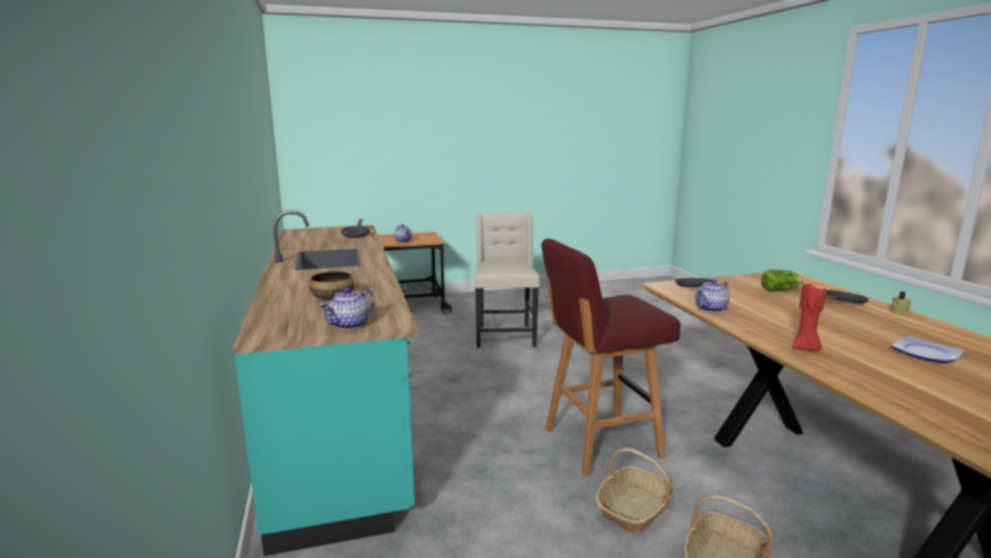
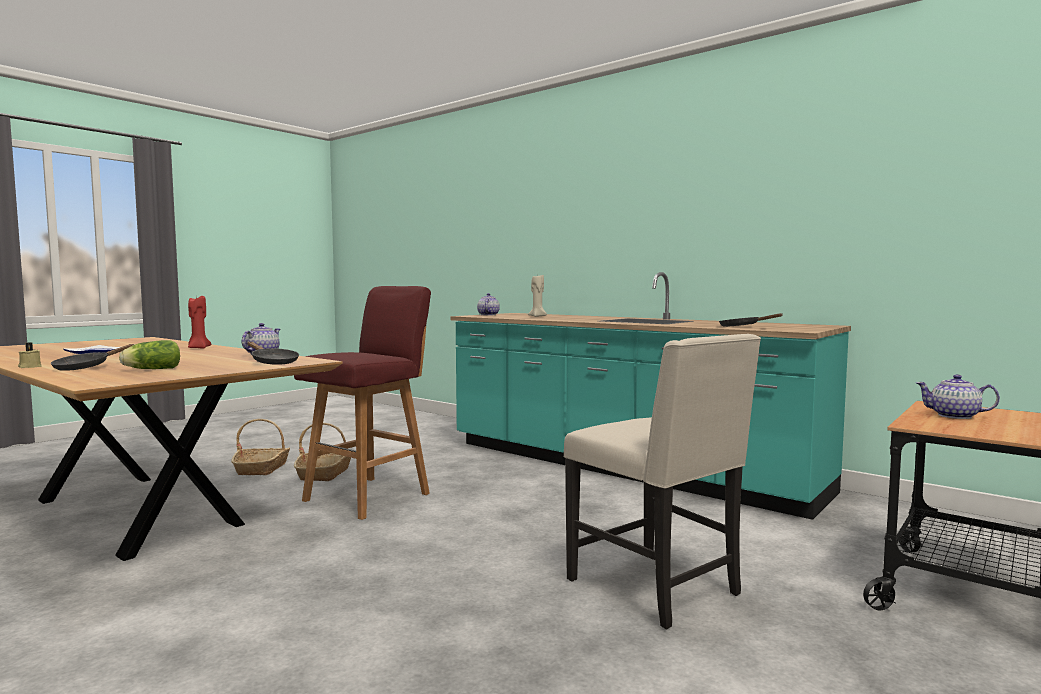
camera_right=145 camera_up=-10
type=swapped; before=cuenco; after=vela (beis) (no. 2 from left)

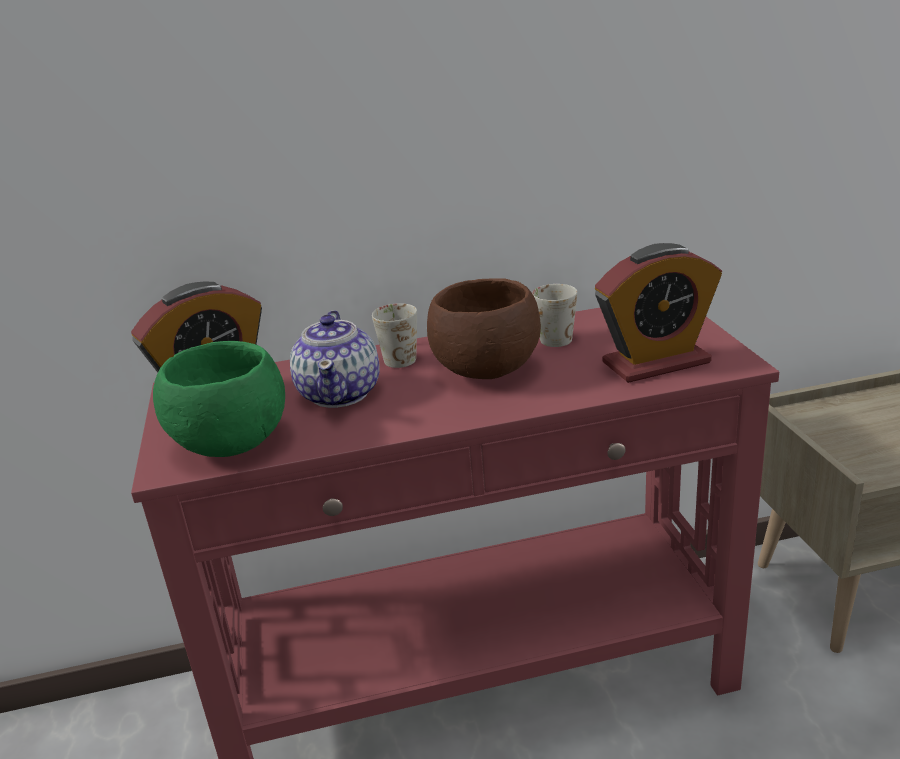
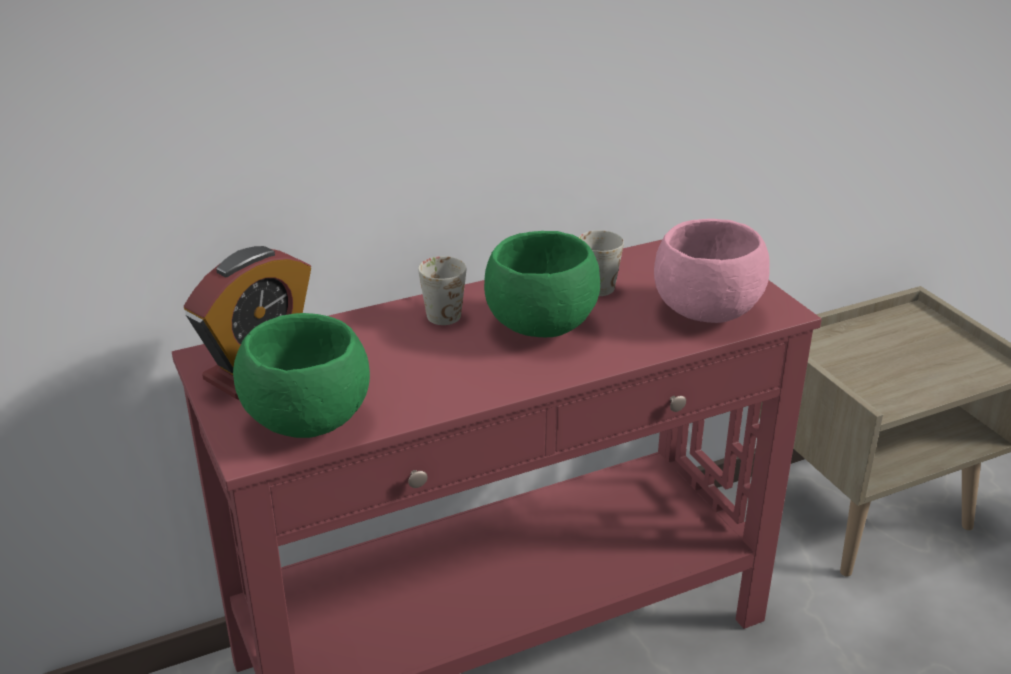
camera_right=-15 camera_up=5
type=gone; before=tetera
type=repainted; before=cuenco (marrón); after=cuenco (verde) (no. 2 from left)
type=swapped; before=despertador (no. 2 from left); after=cuenco (rosa)

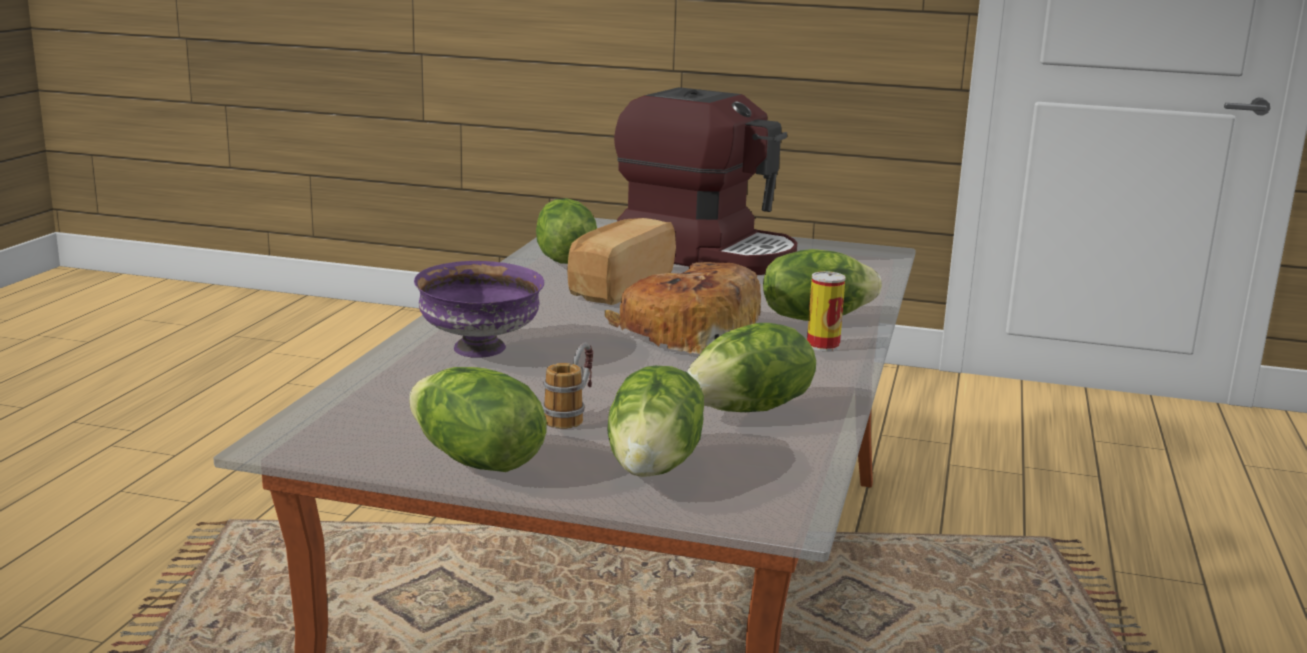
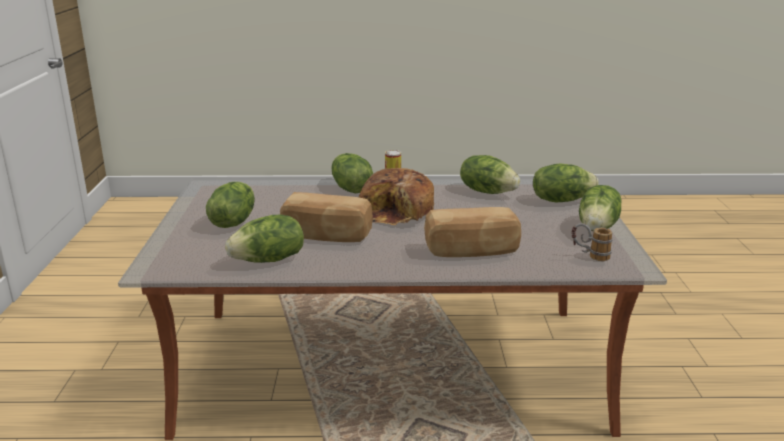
camera_right=-105 camera_up=5
type=swapped; before=cuenco (morado); after=pan (no. 3 from left)
type=shifted; before=taza grande
type=swapped; before=cafetera; after=lechuga (no. 1 from left)

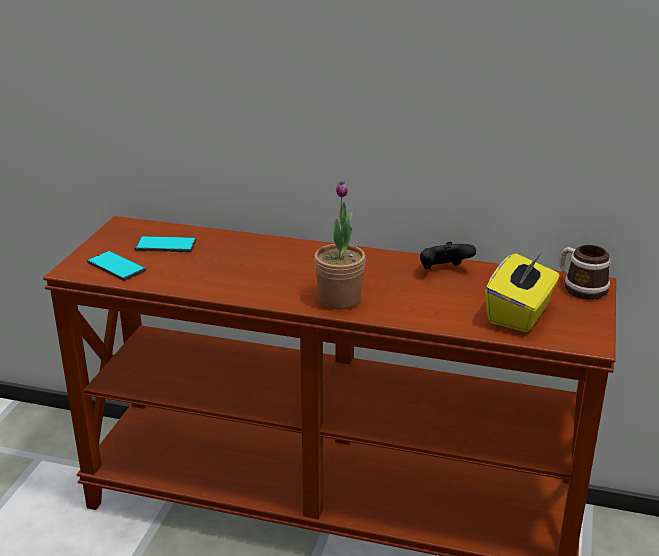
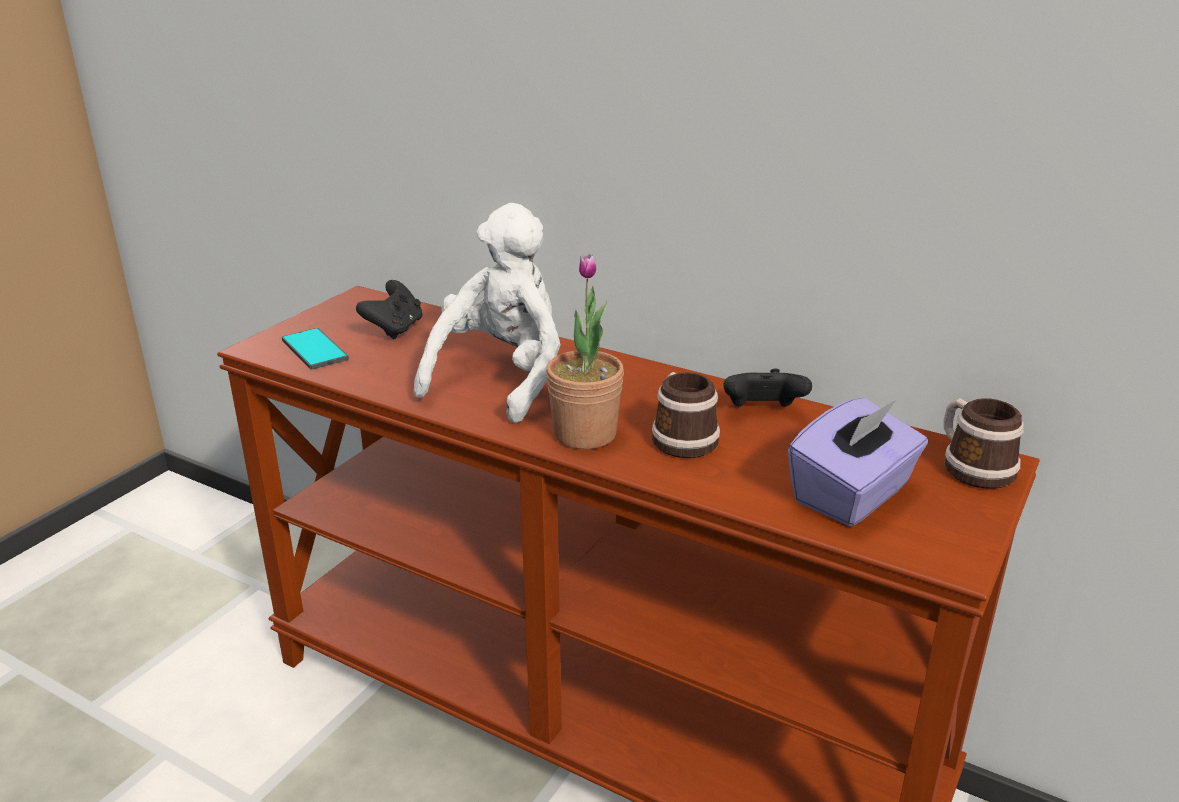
camera_right=15 camera_up=0
type=swapped; before=móvil (no. 2 from left); after=mando de consola (negro) (no. 1 from left)
type=repainted; before=caja de pañuelos (amarillo); after=caja de pañuelos (morado)
type=new; after=peluche (blanco)
type=new; after=taza grande (no. 1 from left)

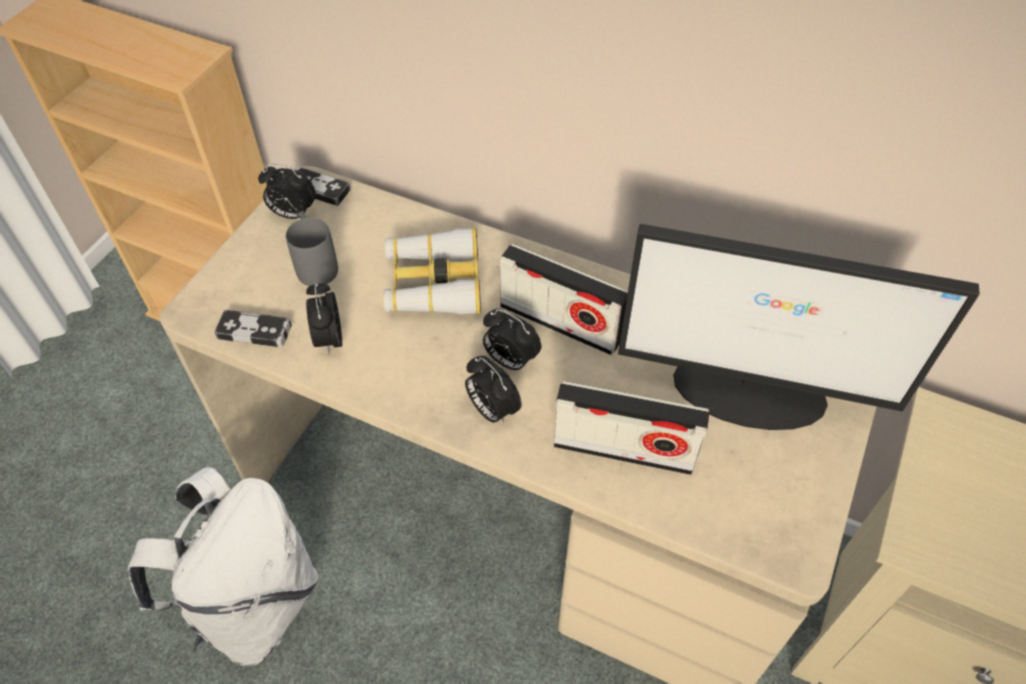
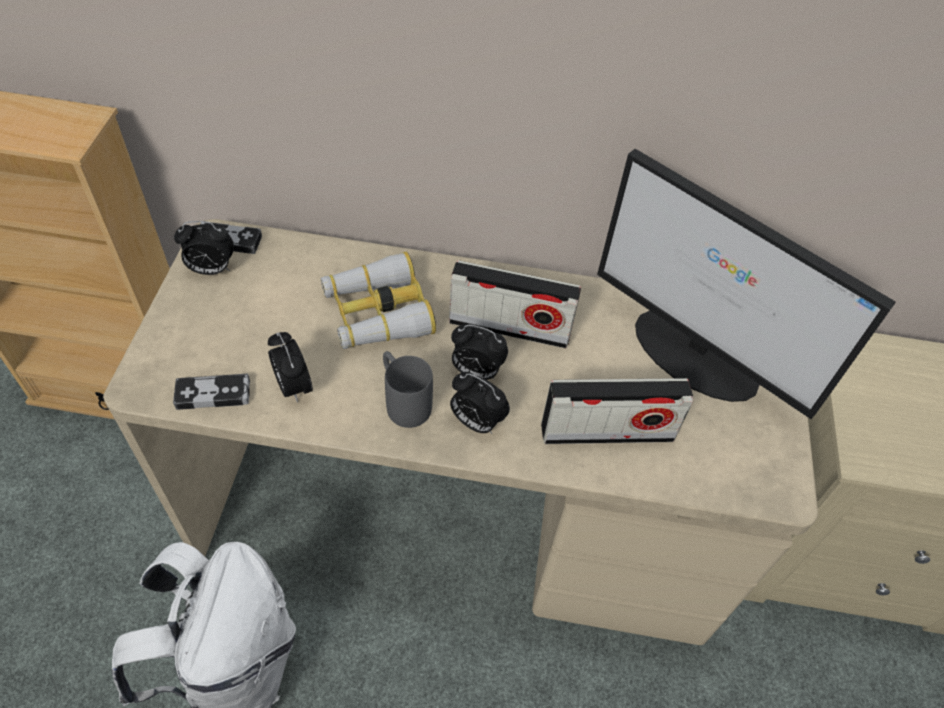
camera_right=-20 camera_up=0
type=shifted; before=taza grande (gris)
type=rotated; before=monitor; turn=45

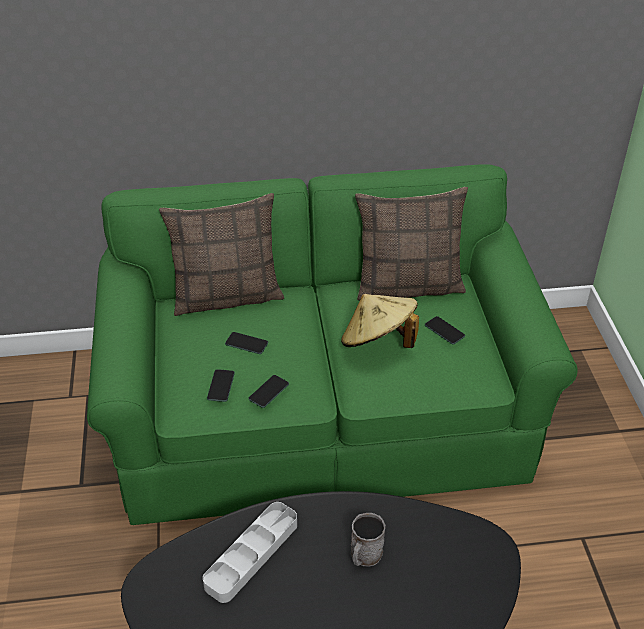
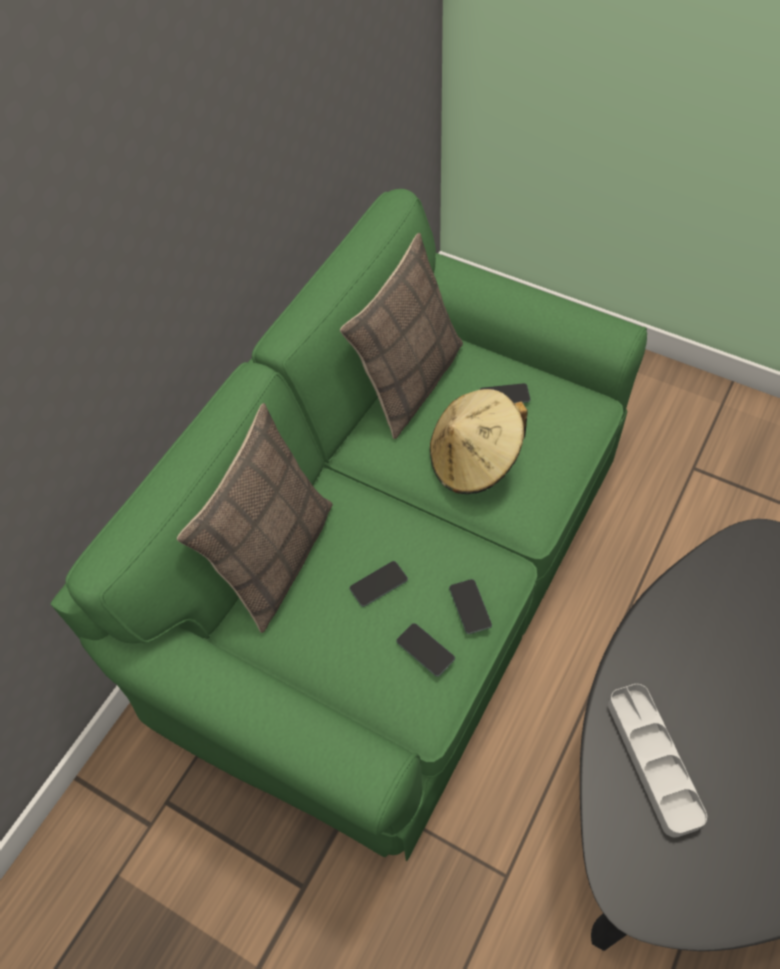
camera_right=-50 camera_up=15
type=gone; before=taza grande (gris)

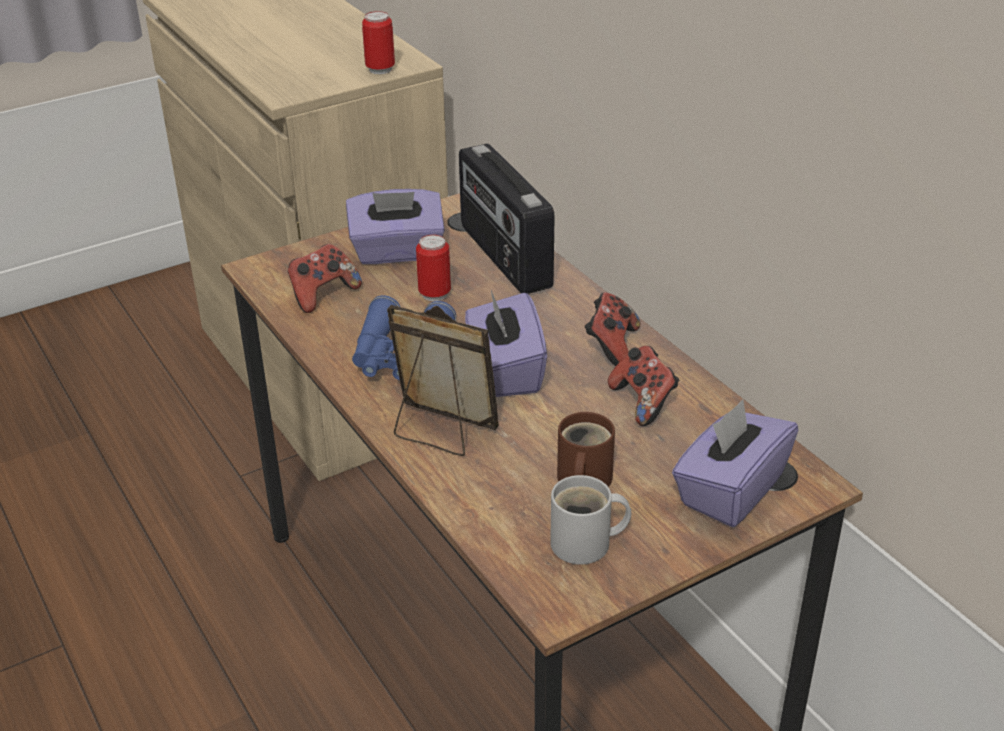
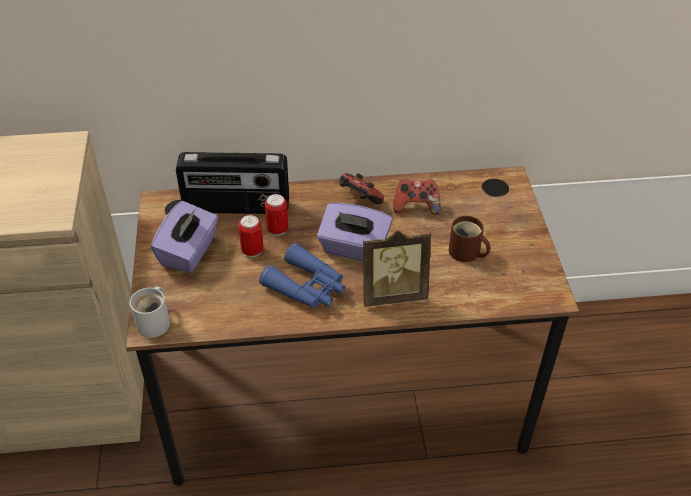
camera_right=-65 camera_up=10
type=gone; before=mando de consola (no. 1 from left)
type=shifted; before=lata (no. 1 from left in the first image); after=lata (no. 2 from left)
type=rotated; before=portarretratos; turn=-150
type=shifted; before=taza grande (blanco)
type=gone; before=caja de pañuelos (morado) (no. 3 from left)

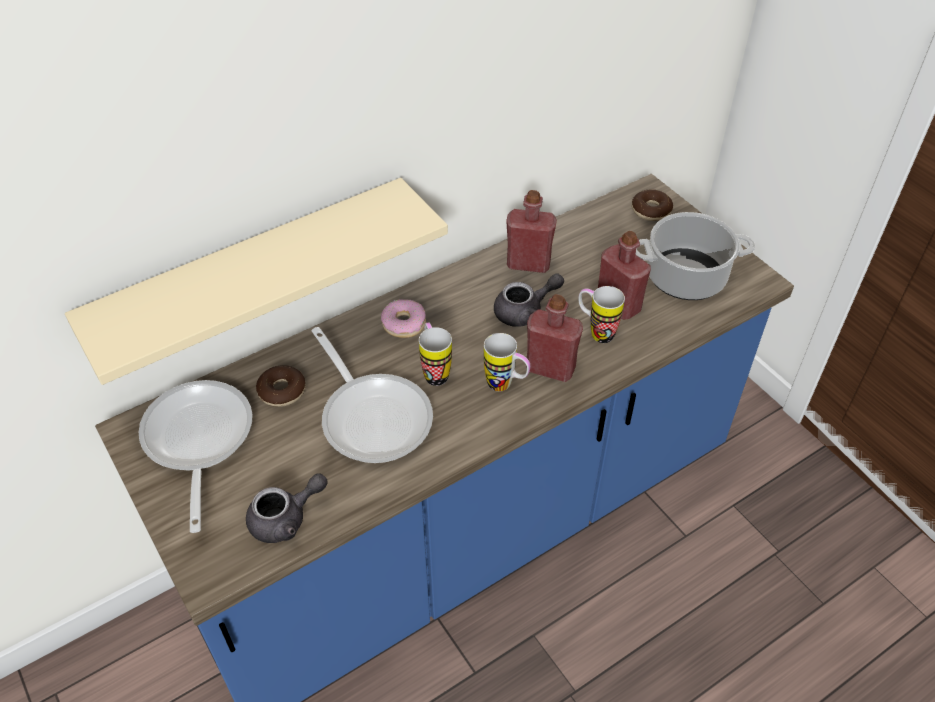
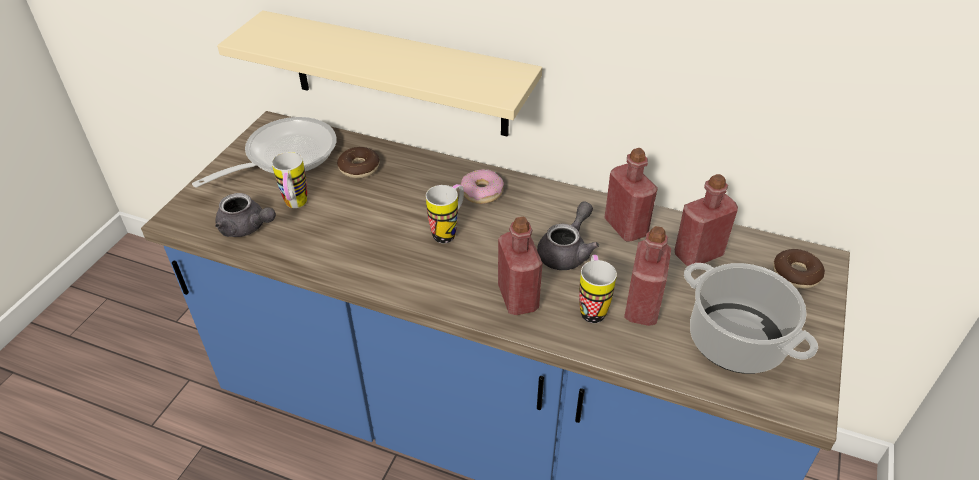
camera_right=55 camera_up=-5
type=gone; before=sartén (no. 2 from left)
type=shifted; before=taza grande (no. 2 from left in the first image); after=taza grande (no. 1 from left)
type=rotated; before=tetera (gris) (no. 2 from left); turn=-90
type=new; after=botella (rojo) (no. 4 from left)

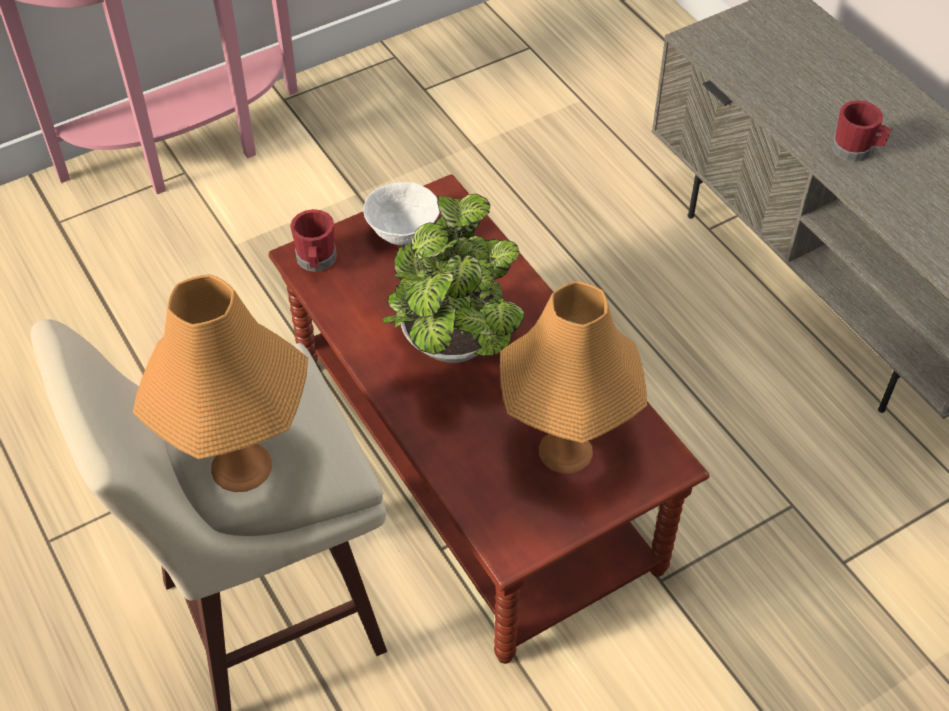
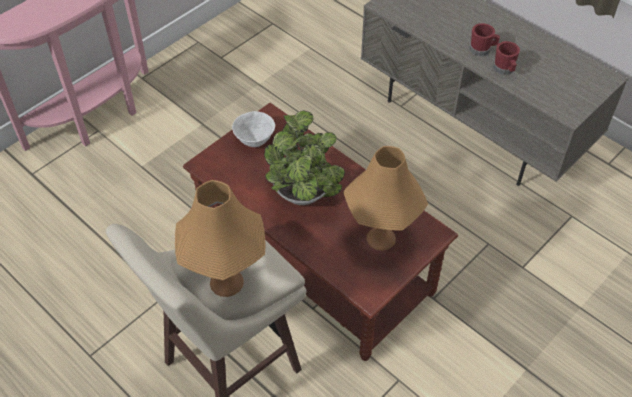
camera_right=-15 camera_up=0
type=shifted; before=taza grande (rojo) (no. 1 from left in the first image); after=taza grande (rojo) (no. 2 from left)

